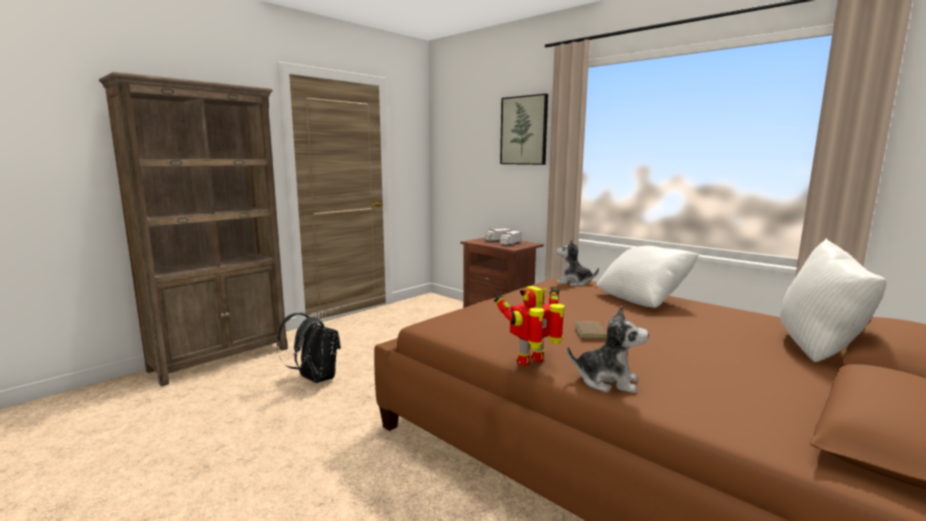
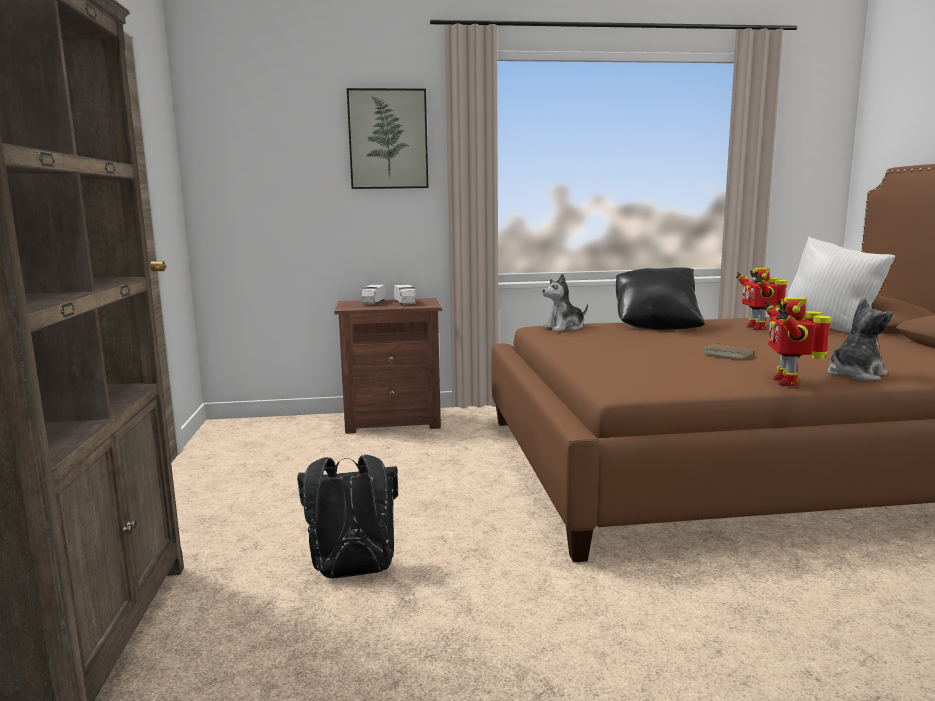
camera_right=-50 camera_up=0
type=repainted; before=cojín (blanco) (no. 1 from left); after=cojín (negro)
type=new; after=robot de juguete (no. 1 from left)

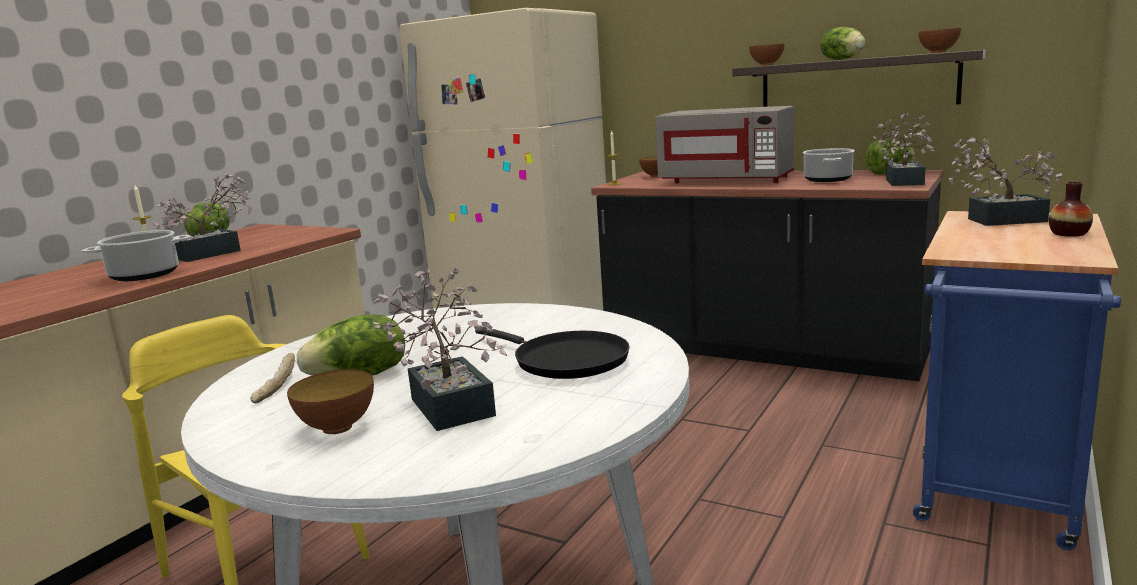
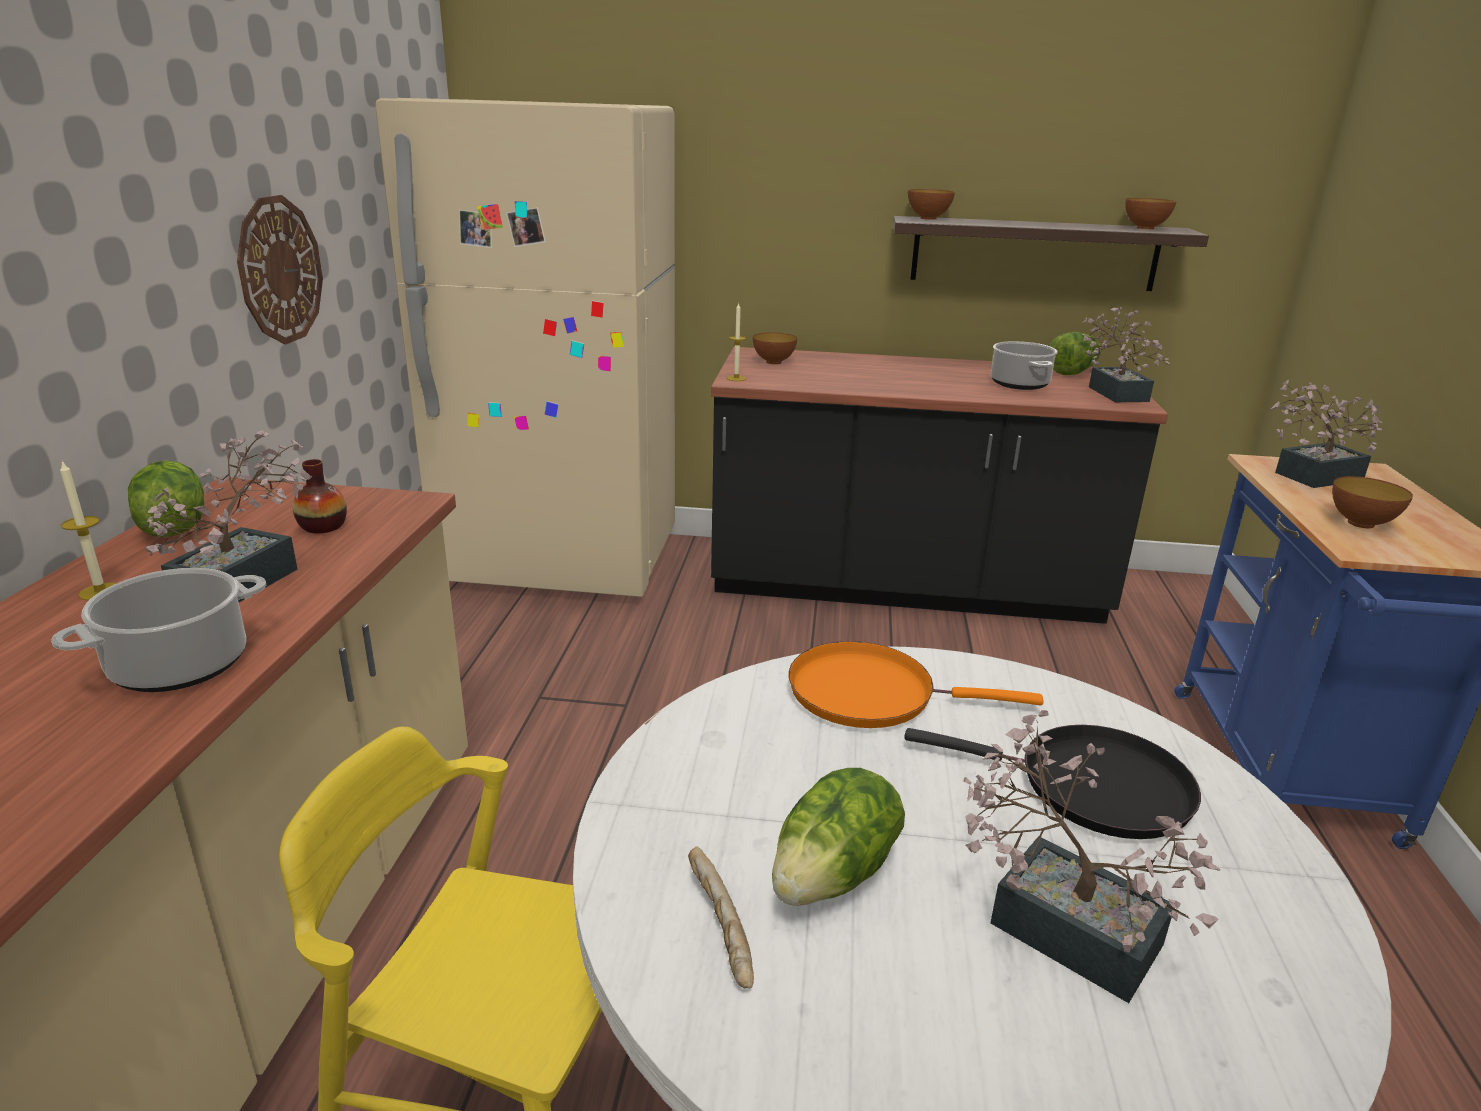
camera_right=-25 camera_up=10
type=shifted; before=cuenco (no. 1 from left in the first image); after=cuenco (no. 4 from left)
type=gone; before=microondas (gris)
type=gone; before=lechuga (no. 3 from left)
type=shifted; before=florero
type=new; after=reloj de pared
type=new; after=sartén (naranja)

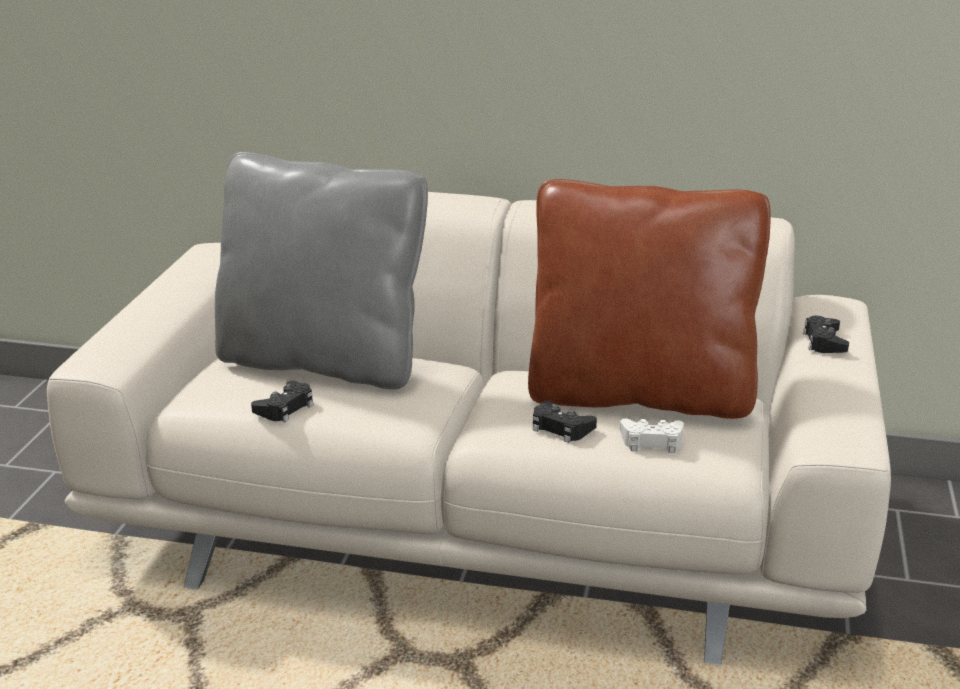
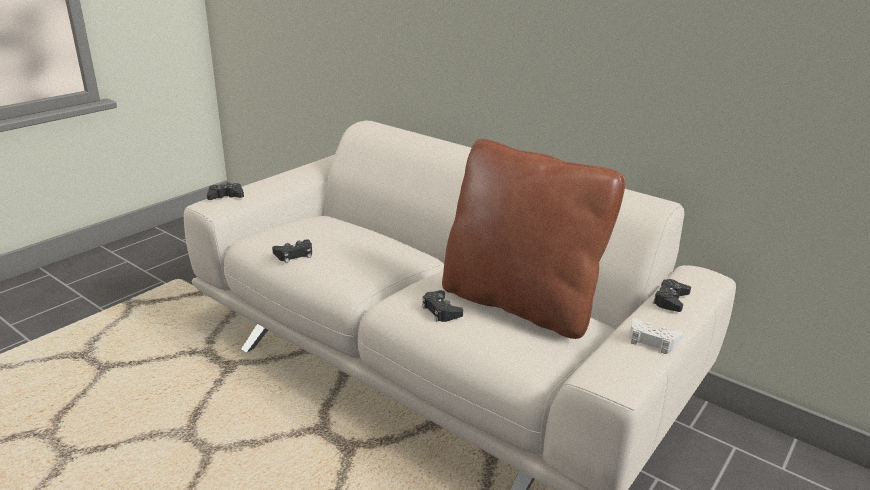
camera_right=25 camera_up=0
type=gone; before=cojín (gris)
type=shifted; before=mando de consola (blanco)
type=new; after=mando de consola (negro) (no. 1 from left)

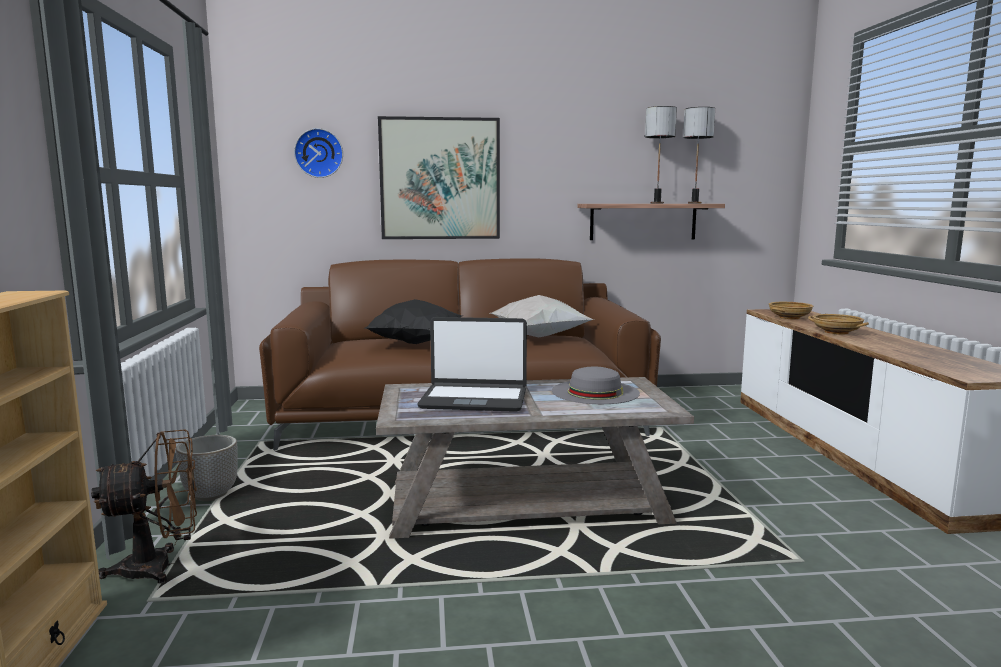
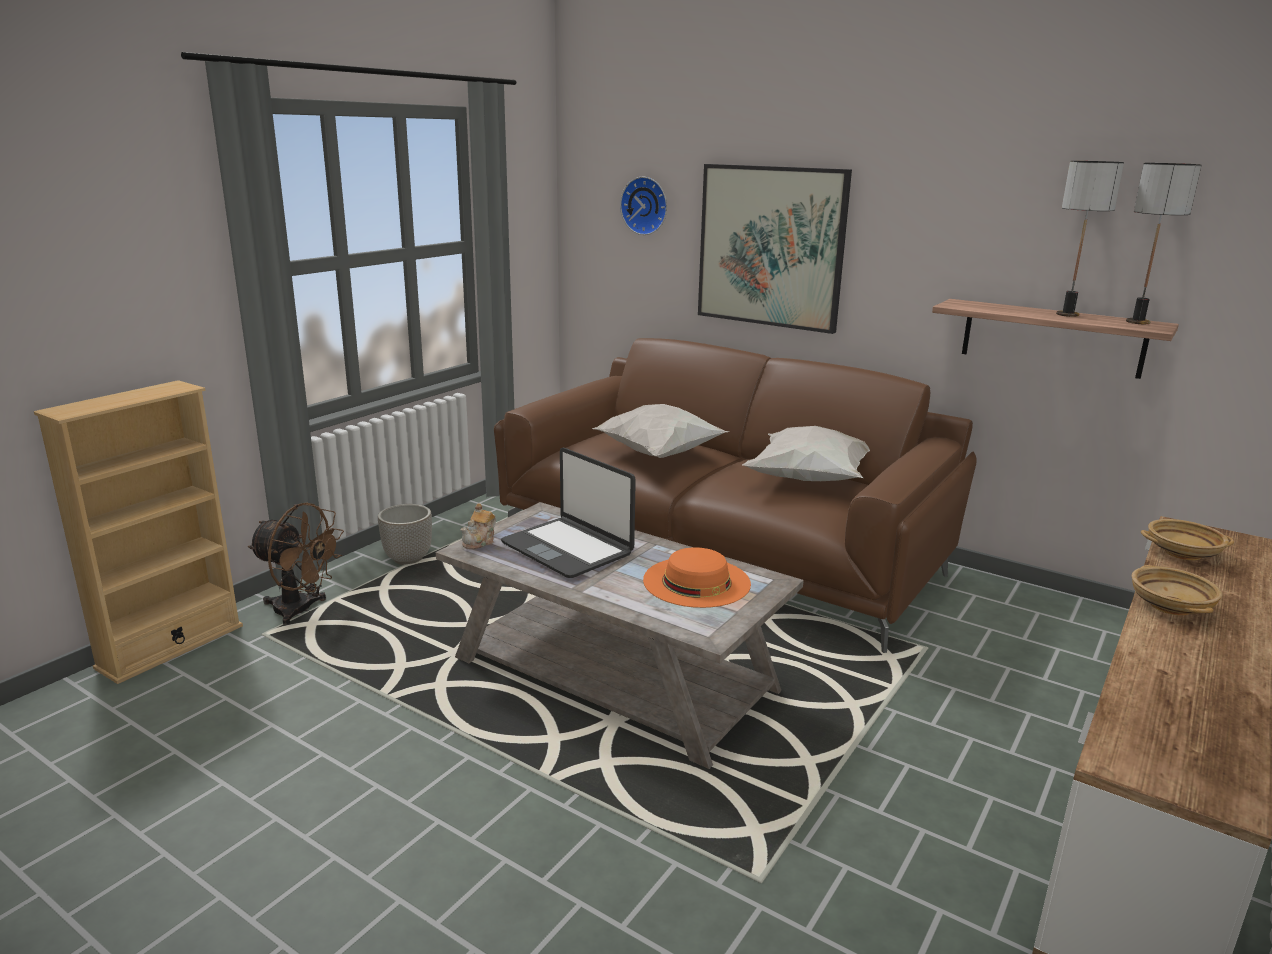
camera_right=40 camera_up=10
type=repainted; before=cojín (negro); after=cojín (blanco) (no. 1 from left)
type=repainted; before=sombrero (gris); after=sombrero (naranja)
type=new; after=tetera

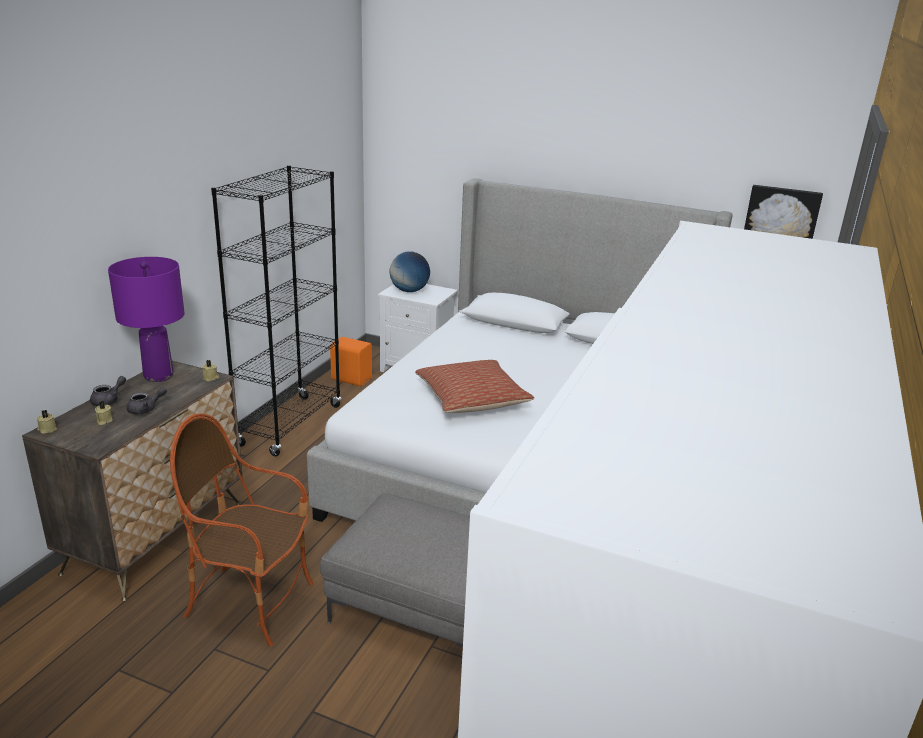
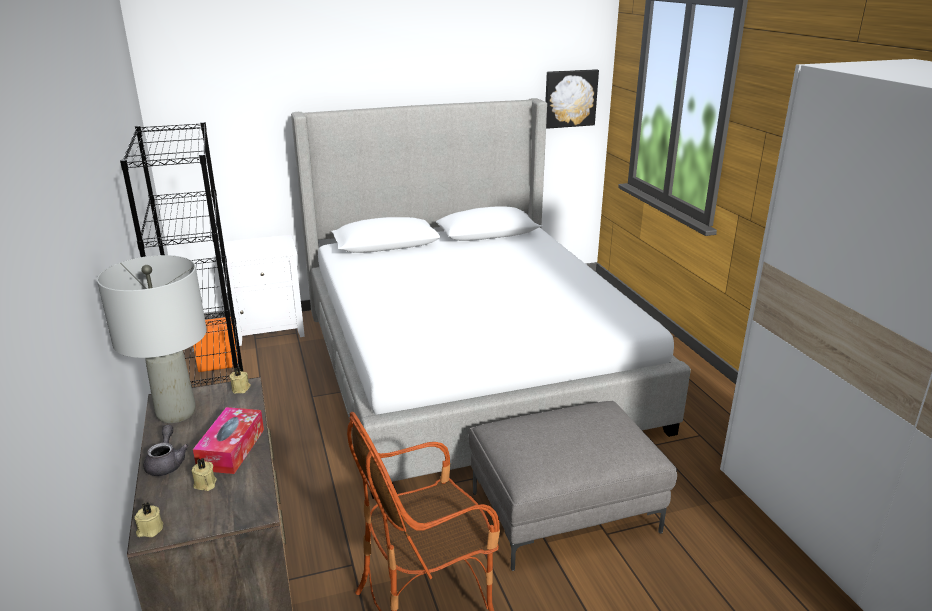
camera_right=-40 camera_up=0
type=repainted; before=lámpara de mesa (morado); after=lámpara de mesa (gris)
type=swapped; before=tetera (gris) (no. 2 from left); after=caja de pañuelos
type=gone; before=globo terráqueo
type=gone; before=cojín

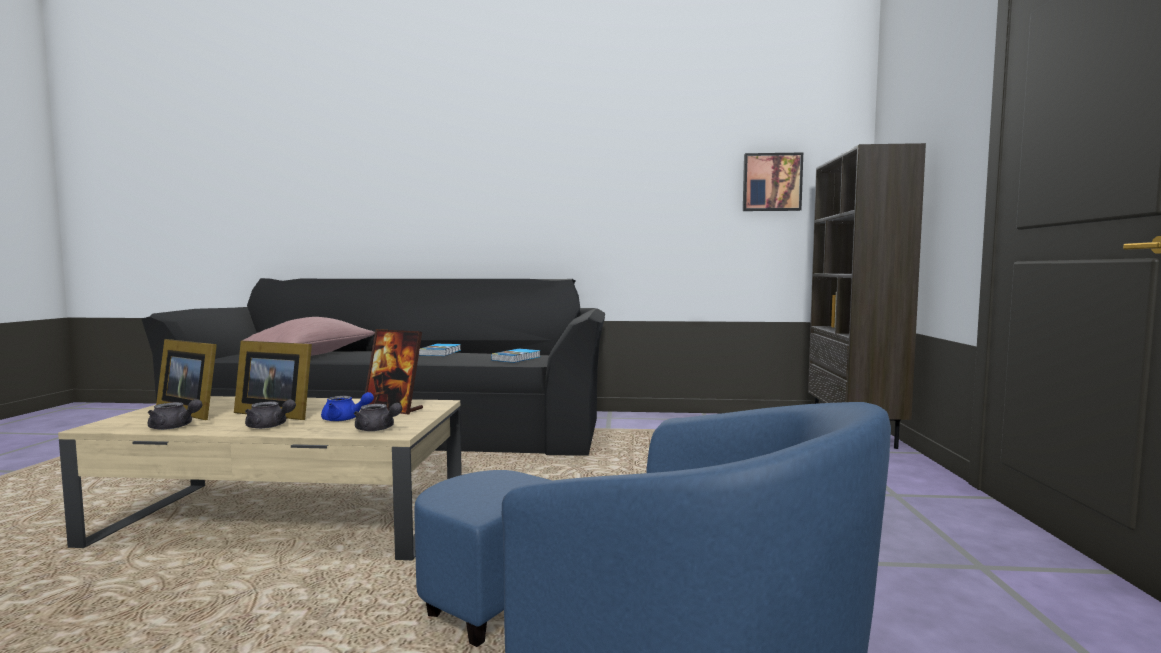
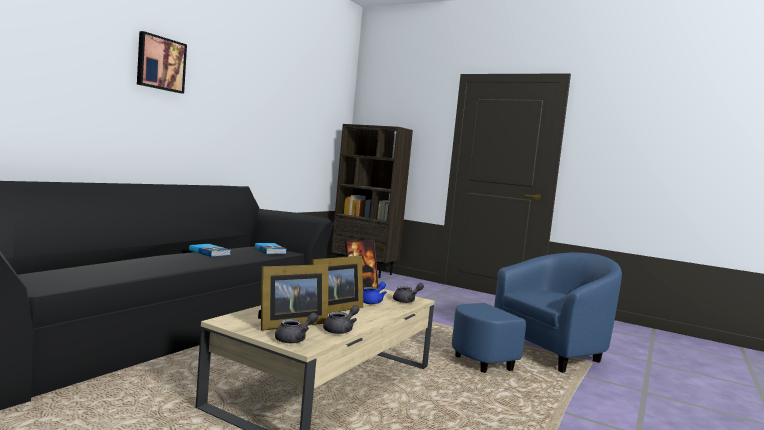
camera_right=-65 camera_up=0
type=gone; before=cojín (rosa)
type=shifted; before=tetera (gris) (no. 2 from left in the first image); after=tetera (gris) (no. 1 from left)
type=shifted; before=cuadro

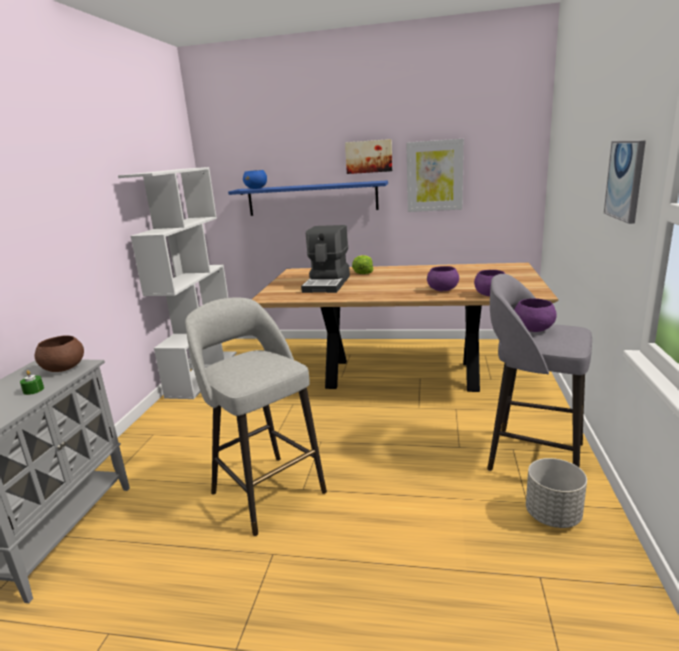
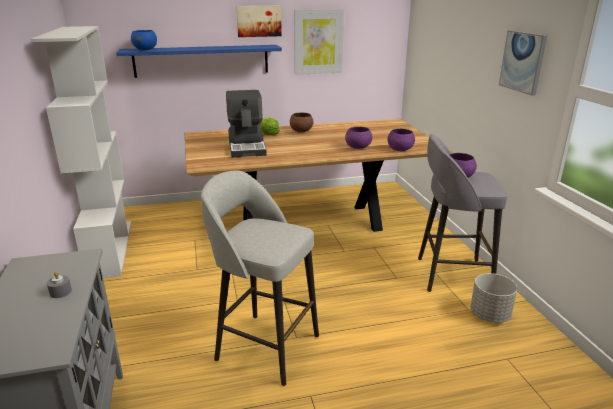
camera_right=-25 camera_up=5
type=repainted; before=vela (verde); after=vela (gris)
type=shifted; before=cuenco (marrón)

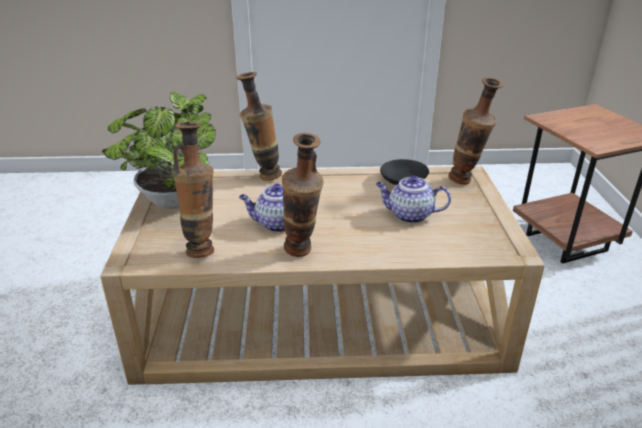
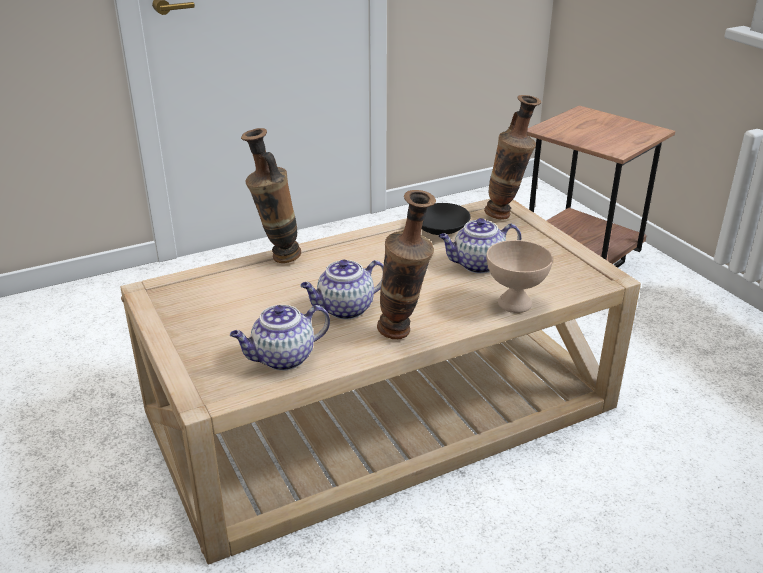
camera_right=-25 camera_up=0
type=gone; before=planta en maceta
type=swapped; before=florero (no. 1 from left); after=tetera (no. 1 from left)
type=new; after=cuenco (beis)

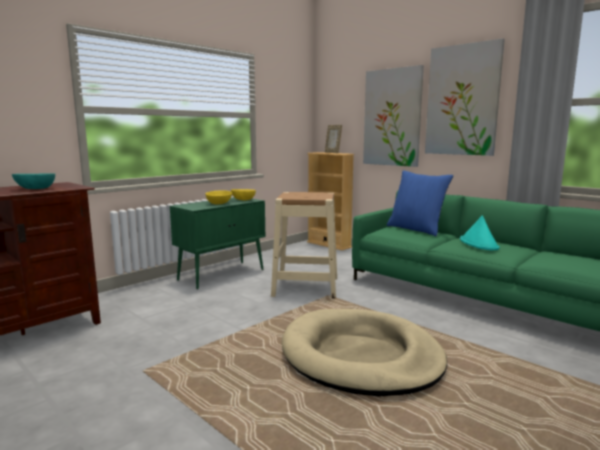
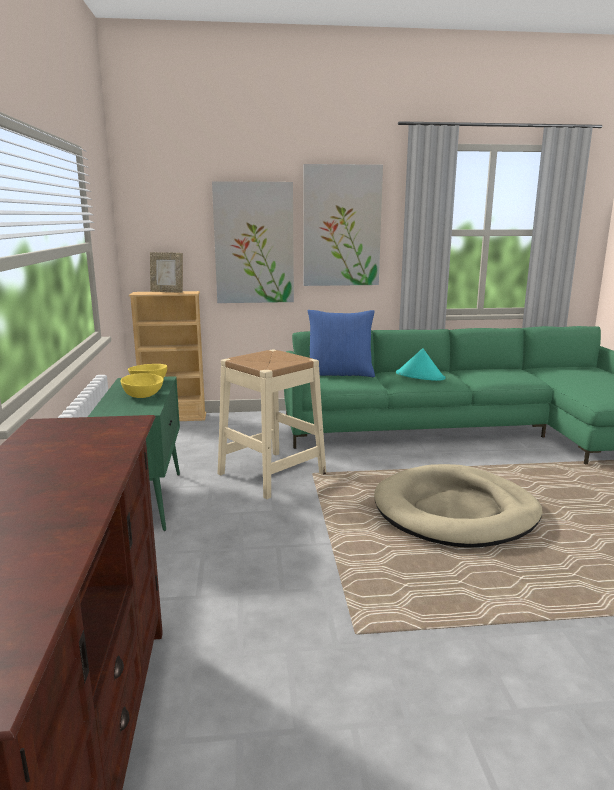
camera_right=-50 camera_up=5
type=gone; before=cuenco (turquesa)

